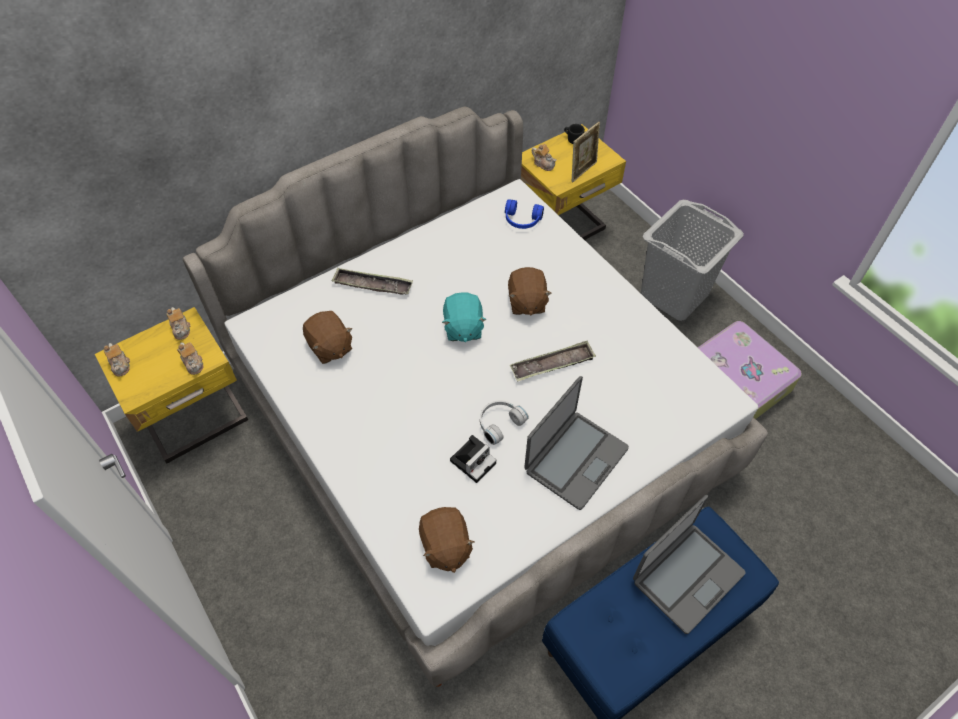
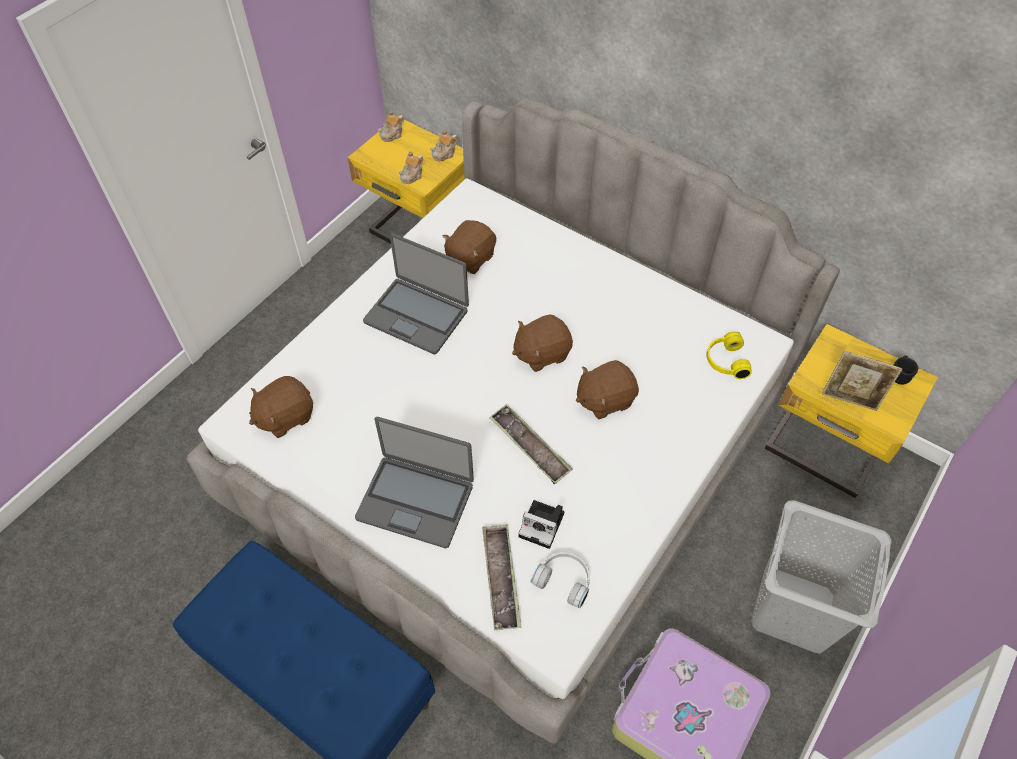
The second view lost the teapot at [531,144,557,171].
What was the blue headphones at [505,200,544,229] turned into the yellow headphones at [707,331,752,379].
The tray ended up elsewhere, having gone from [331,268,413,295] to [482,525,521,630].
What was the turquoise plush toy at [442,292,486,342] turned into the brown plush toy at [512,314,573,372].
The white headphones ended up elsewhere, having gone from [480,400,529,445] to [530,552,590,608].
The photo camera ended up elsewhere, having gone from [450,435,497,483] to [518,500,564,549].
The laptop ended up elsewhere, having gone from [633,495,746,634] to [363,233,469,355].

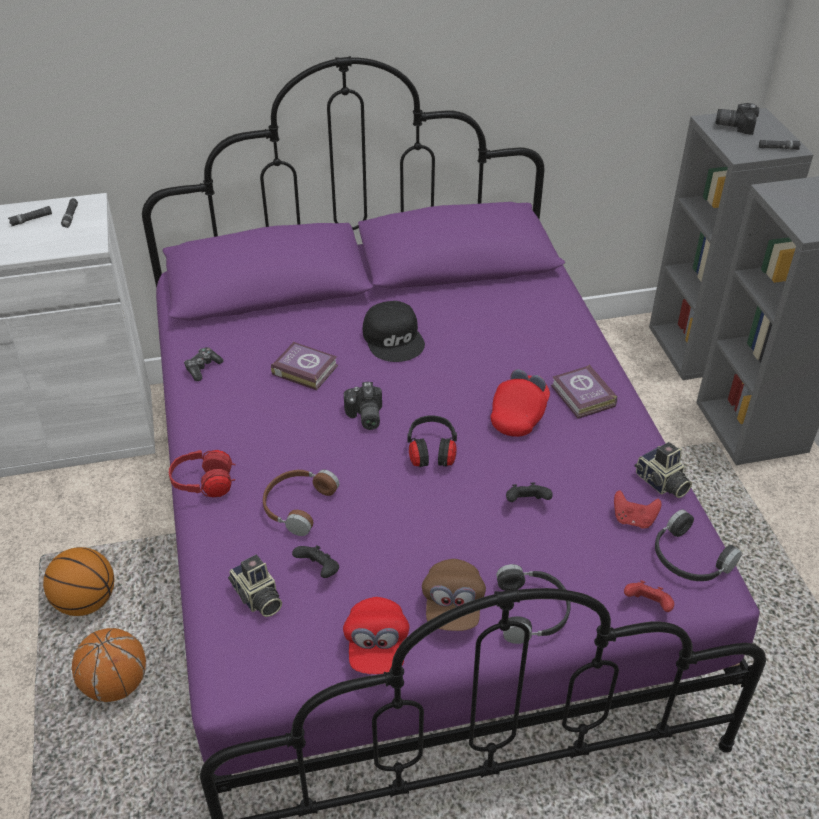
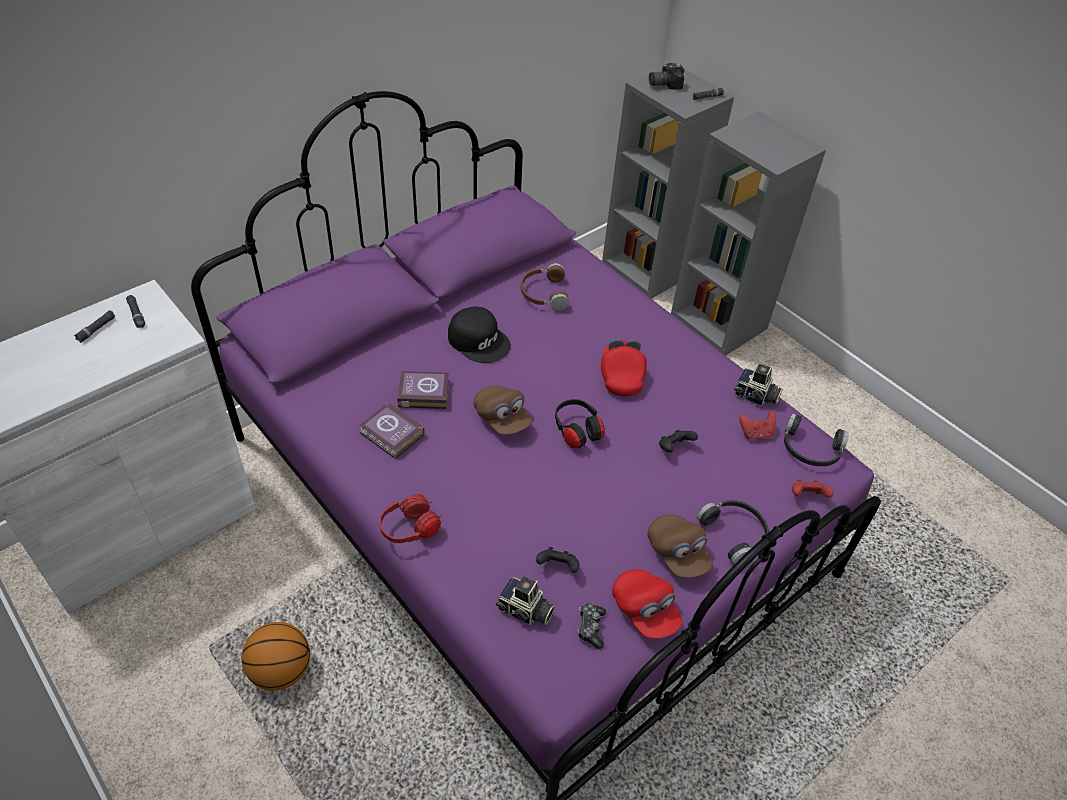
The game controller ended up elsewhere, having gone from [184,347,223,381] to [577,603,606,649].
The book ended up elsewhere, having gone from [551,365,617,419] to [359,402,425,459].
Where the photo camera stood at [344,382,382,430], the brown cap came to stand at [474,386,532,435].
The brown headphones ended up elsewhere, having gone from [263,470,340,536] to [521,263,569,310].
The second view lost the basketball at [72,628,146,702].

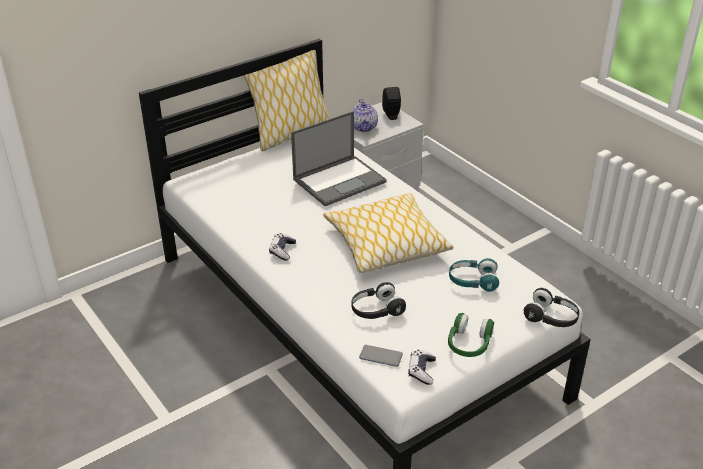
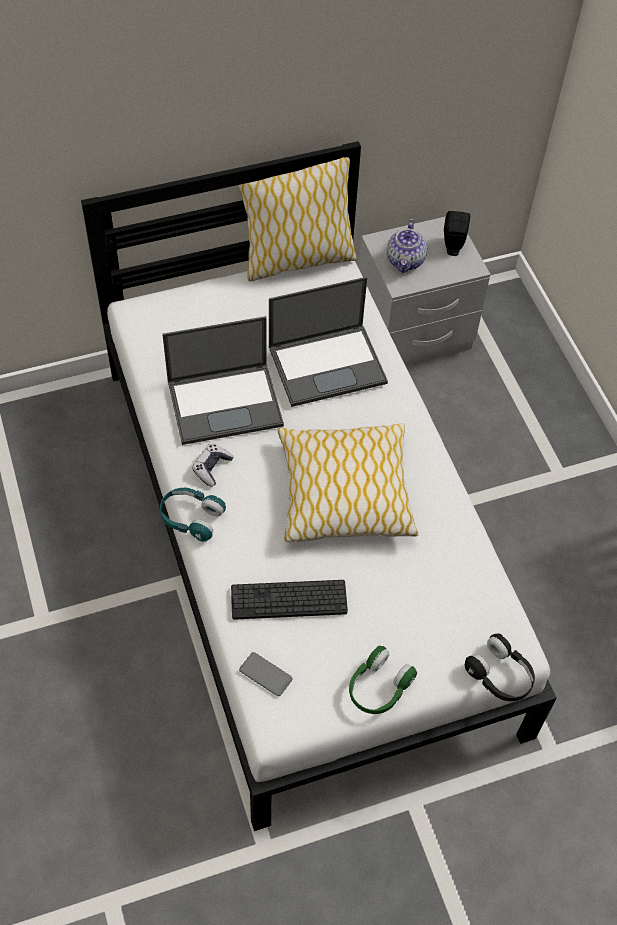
The turquoise headphones ended up elsewhere, having gone from [449,258,499,292] to [160,488,226,542].
Where the black headphones stood at [351,282,406,319], the keyboard came to stand at [231,580,348,620].
The second view lost the game controller at [408,350,436,385].
The second view gained the laptop at [162,316,284,445].

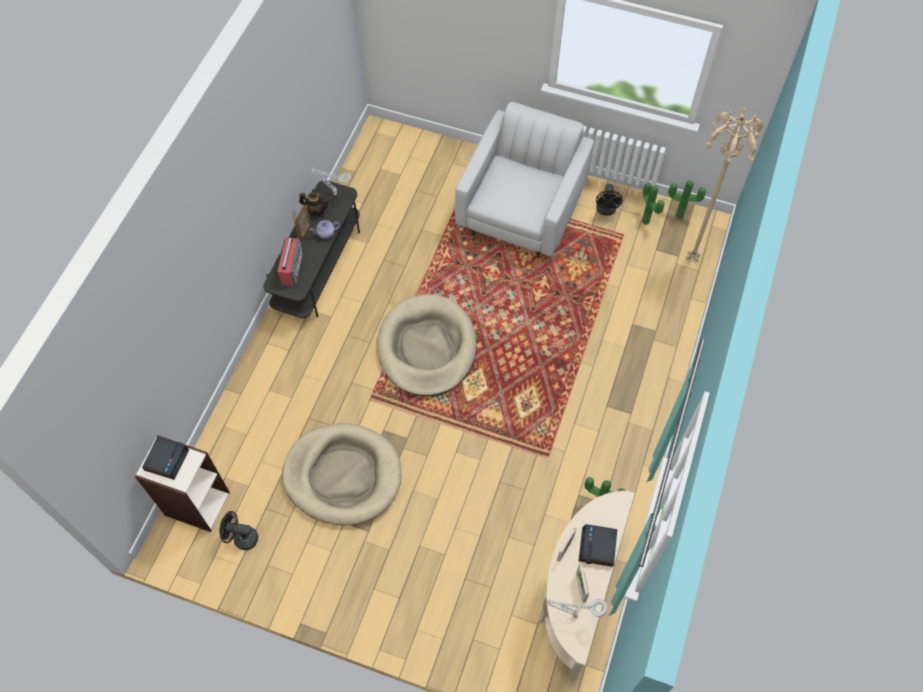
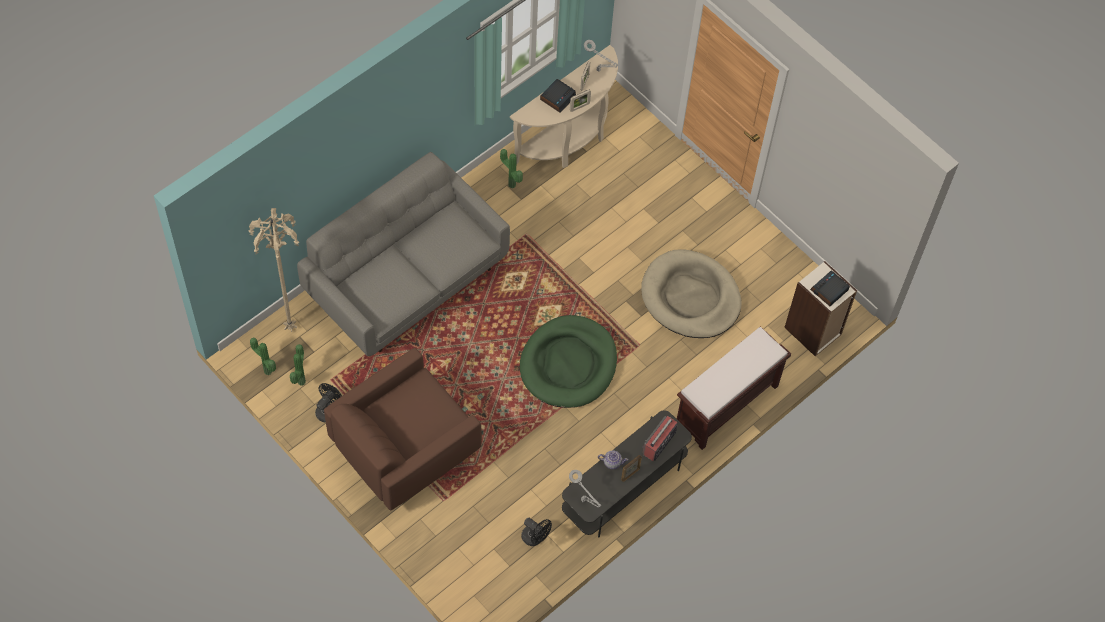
What was the white armchair at [455,102,594,257] turned into the brown armchair at [324,348,482,510].
The second view lost the teapot at [299,192,329,216].
What was the beige dog bed at [377,294,476,396] turned into the green dog bed at [520,315,617,408].
The black fan ended up elsewhere, having gone from [219,511,258,550] to [521,518,552,546].
The second view gained the grey sofa at [297,152,510,356].
The second view gained the brown bench at [676,326,791,450].

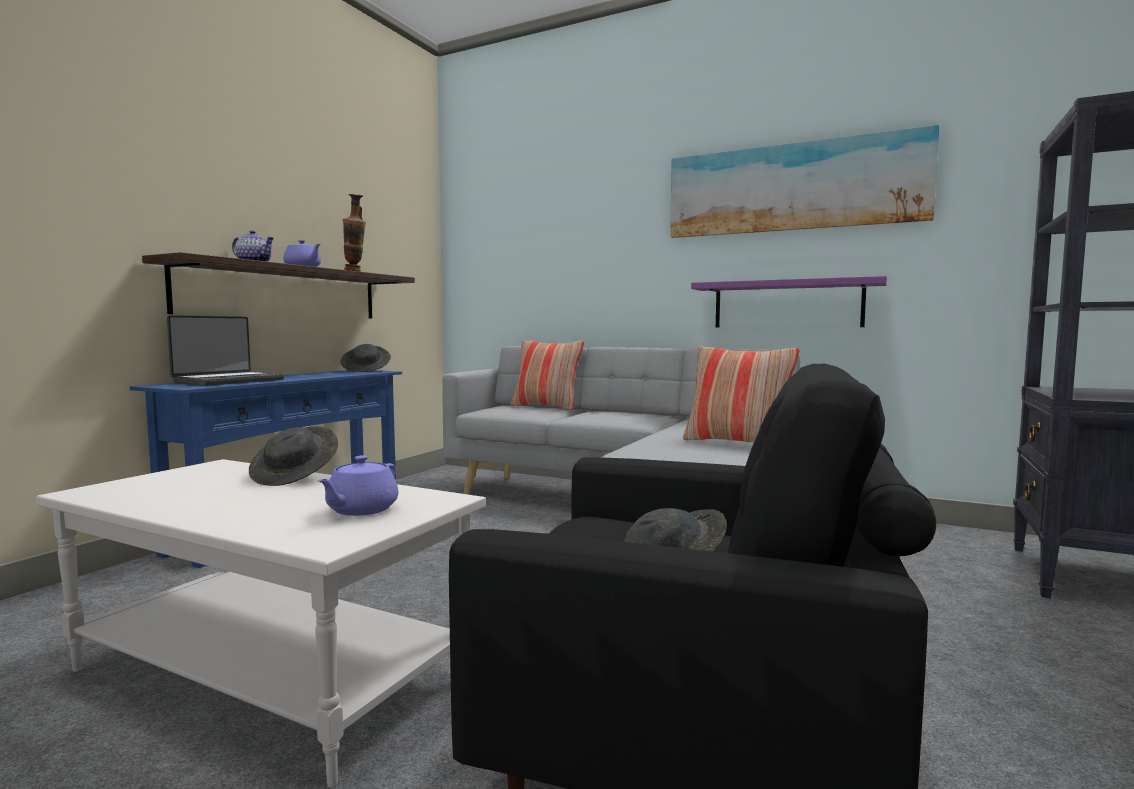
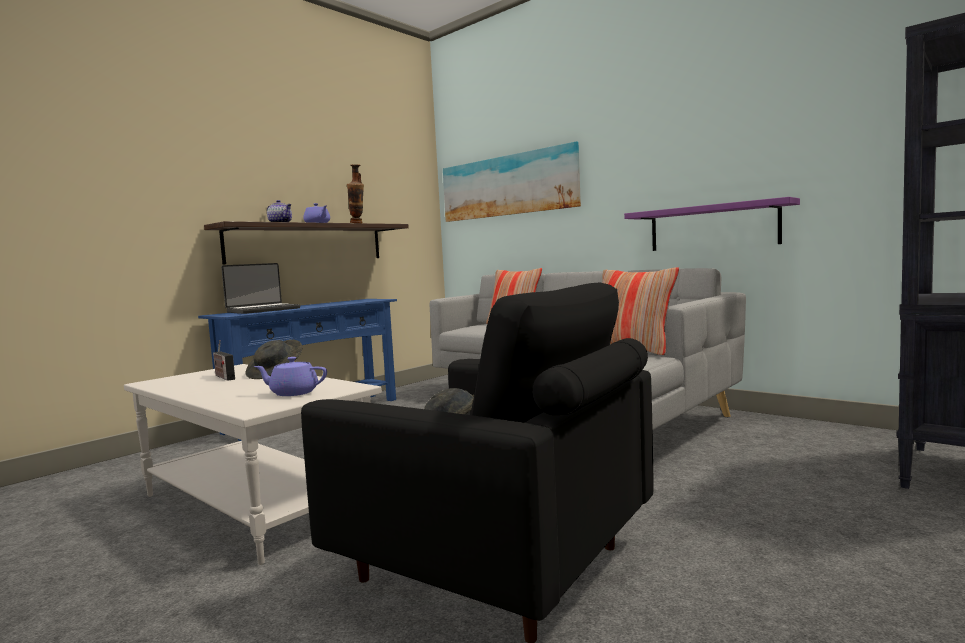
The picture ended up elsewhere, having gone from [670,125,939,238] to [443,141,581,222].
The second view lost the grey hat at [340,344,391,372].
The purple teapot at [318,455,399,516] ended up facing another way, 60 degrees clockwise from before.
The second view gained the radio at [213,340,235,381].

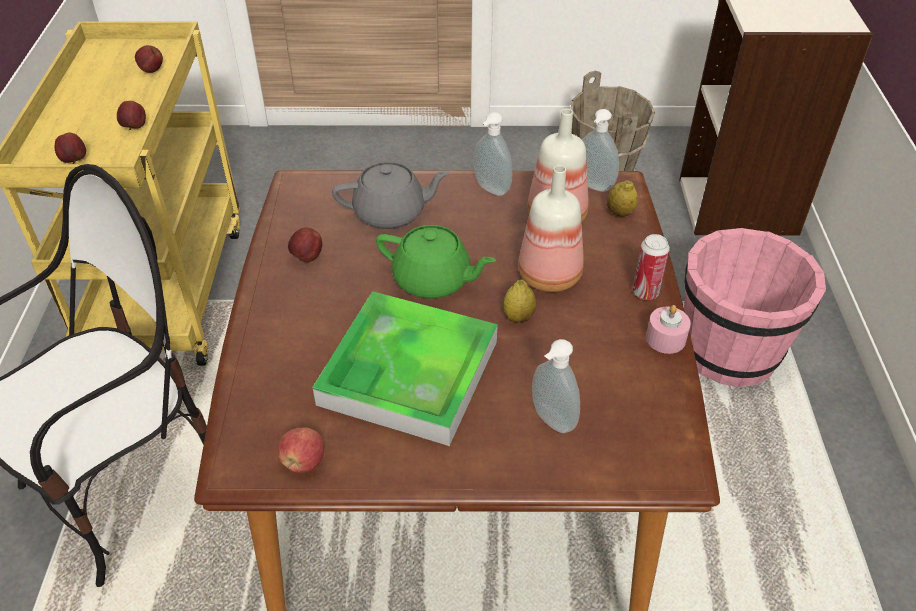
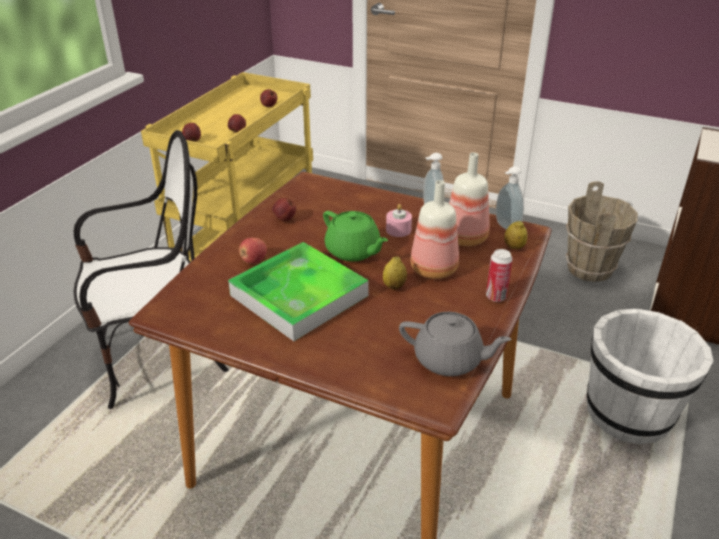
The grey teapot ended up elsewhere, having gone from [332,162,450,229] to [399,312,512,376].
What was the pink bucket at [684,228,826,387] turned into the white bucket at [587,309,713,444].
The pink candle ended up elsewhere, having gone from [646,305,691,354] to [386,204,412,237].
The second view lost the soap dispenser at [532,339,580,433].
The apple ended up elsewhere, having gone from [278,427,324,473] to [239,238,267,264].

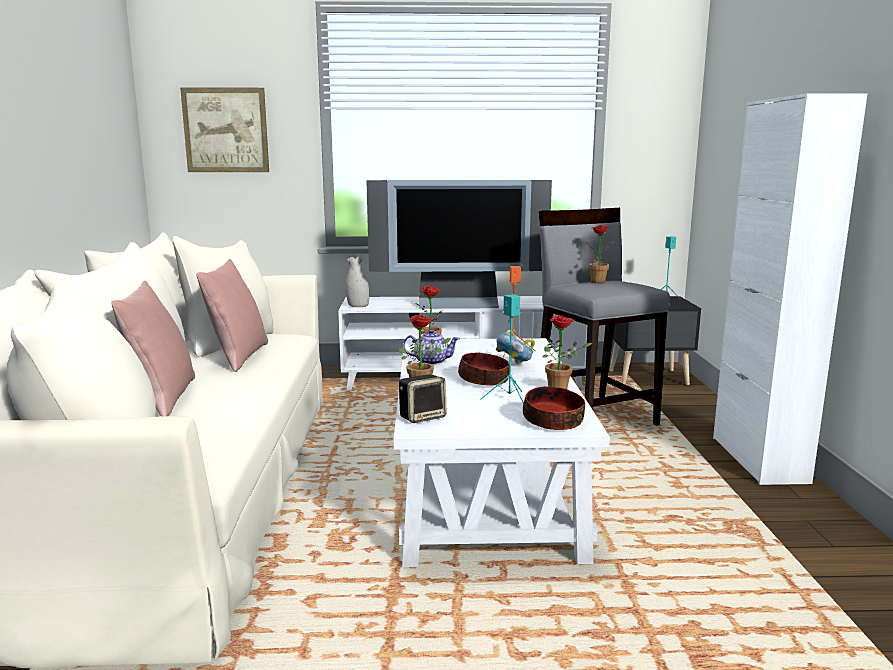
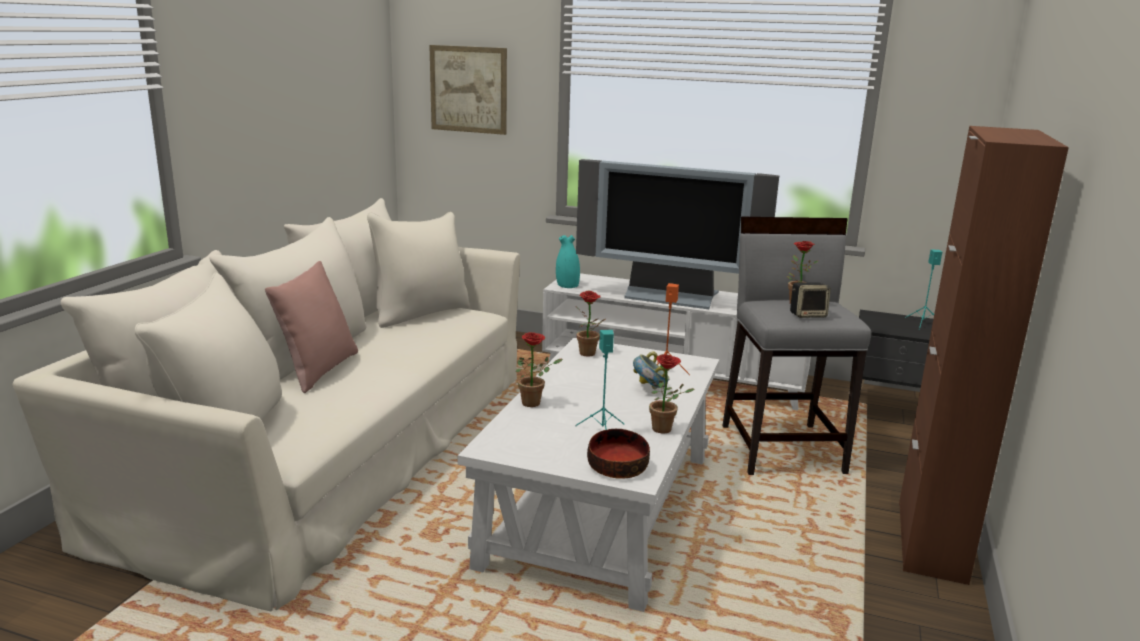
What was the white cabinet at [713,93,867,485] turned into the brown cabinet at [899,126,1069,585].
What was the white vase at [346,256,369,307] turned into the turquoise vase at [556,235,580,288].
The second view lost the pink pillow at [196,259,268,372].
The second view lost the teapot at [403,329,460,365].
The second view lost the bowl at [458,352,509,386].
The speaker ended up elsewhere, having gone from [399,374,446,423] to [790,282,831,318].

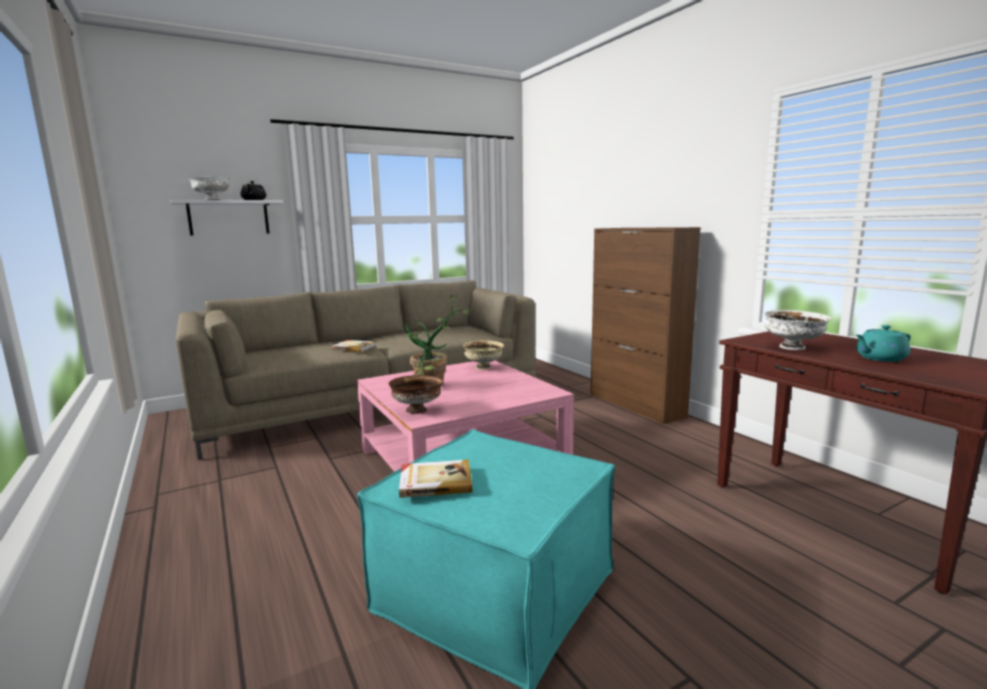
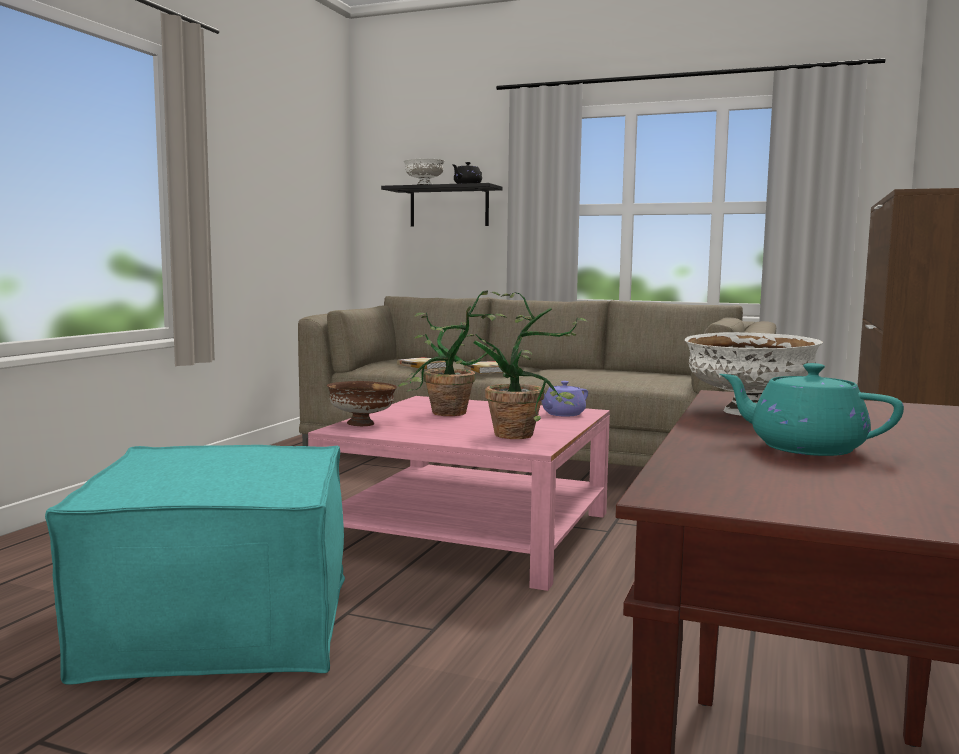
What was the white shelf at [170,200,283,235] turned into the black shelf at [381,183,503,227].
Where the beige bowl stood at [463,340,504,370], the purple teapot came to stand at [542,381,588,417].
The book ended up elsewhere, having gone from [399,460,472,498] to [397,357,446,369].
The second view gained the potted plant at [456,292,588,439].

